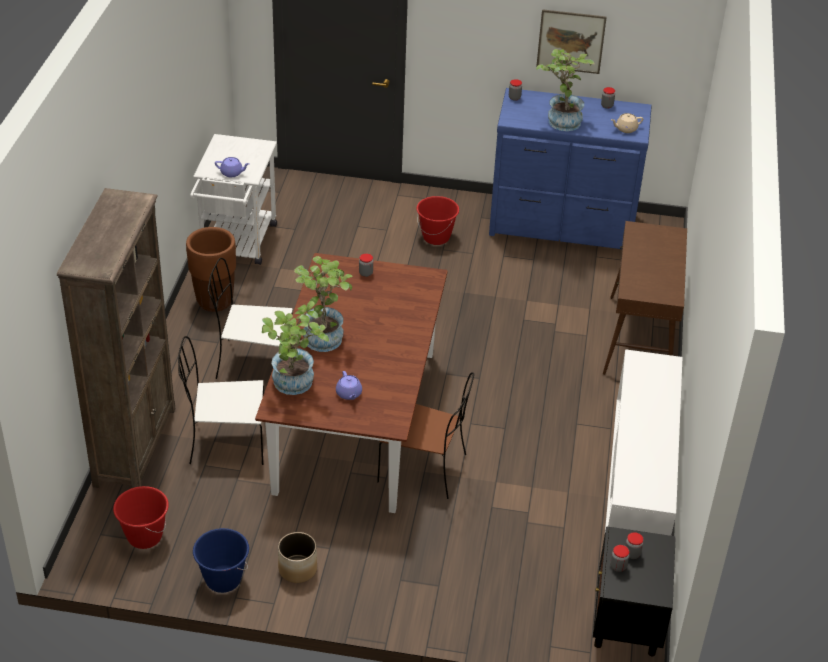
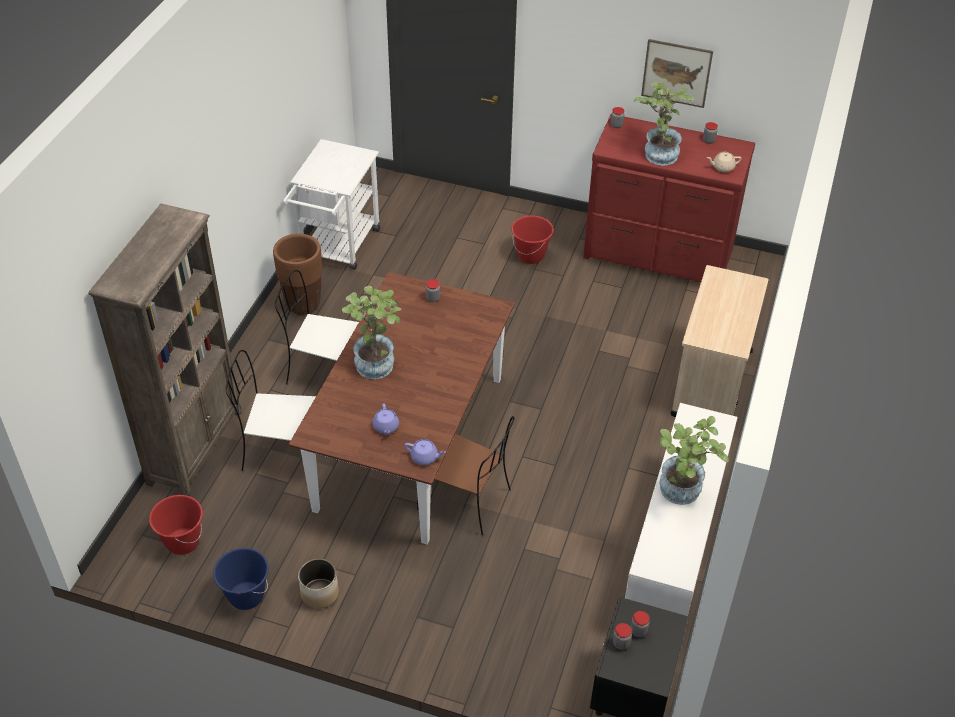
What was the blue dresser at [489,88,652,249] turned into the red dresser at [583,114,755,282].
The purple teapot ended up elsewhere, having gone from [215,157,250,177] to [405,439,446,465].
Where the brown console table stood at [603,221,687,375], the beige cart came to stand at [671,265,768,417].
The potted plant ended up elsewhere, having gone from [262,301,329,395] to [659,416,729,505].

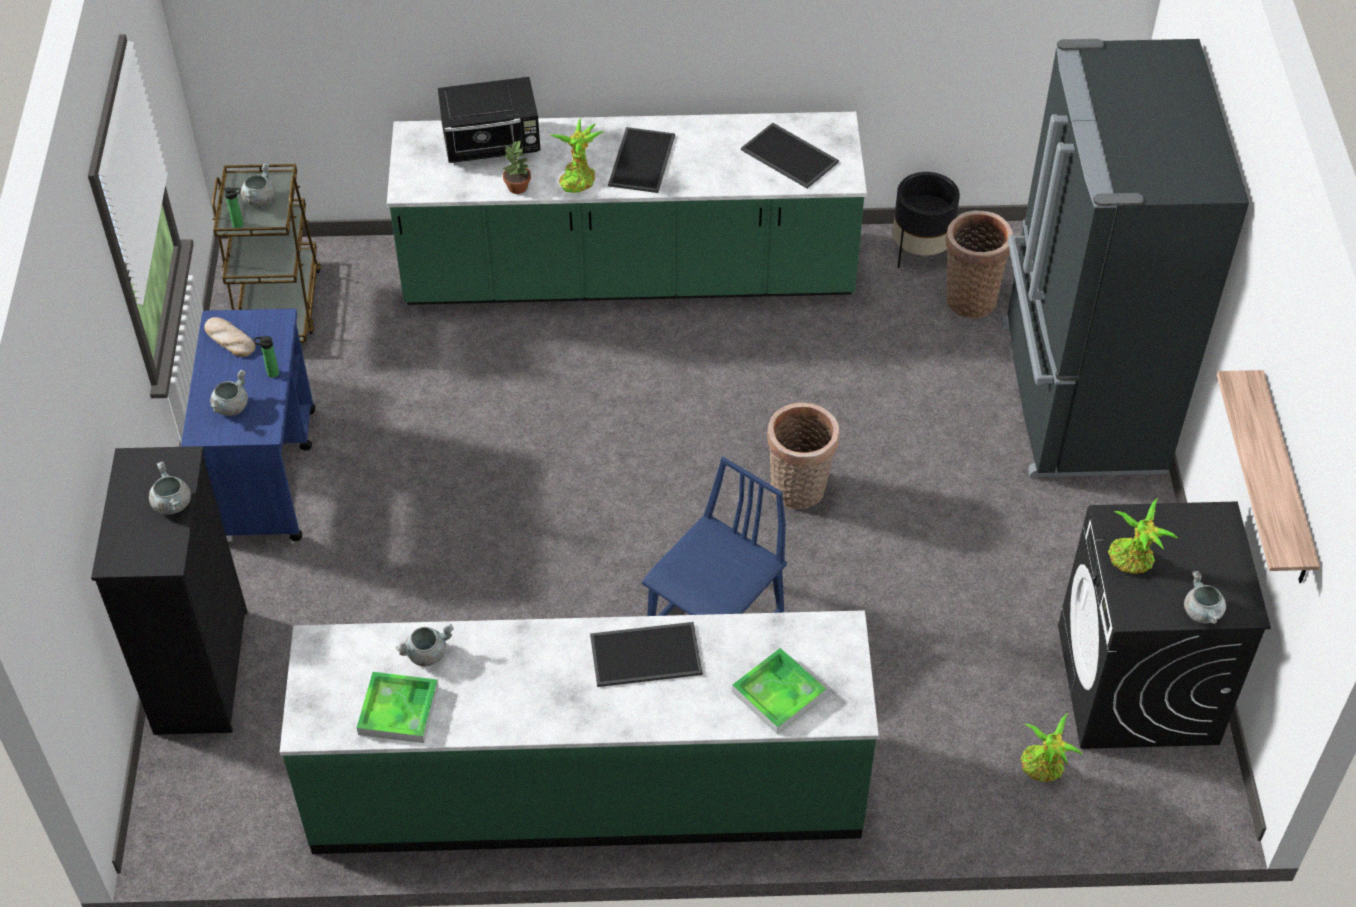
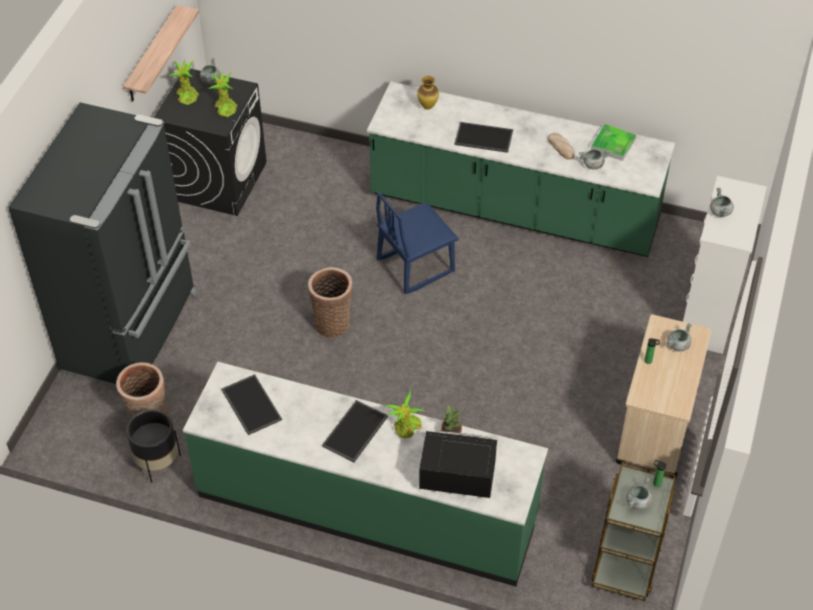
What was the blue cart at [181,308,315,541] turned into the beige cart at [616,314,712,478].
The bread ended up elsewhere, having gone from [204,317,256,357] to [547,133,575,160].
What was the black dresser at [91,446,247,735] turned into the white dresser at [683,176,767,354].
Where the tray stood at [732,648,826,734], the vase came to stand at [417,76,439,109].
The potted plant ended up elsewhere, having gone from [1020,713,1083,782] to [169,59,199,105].

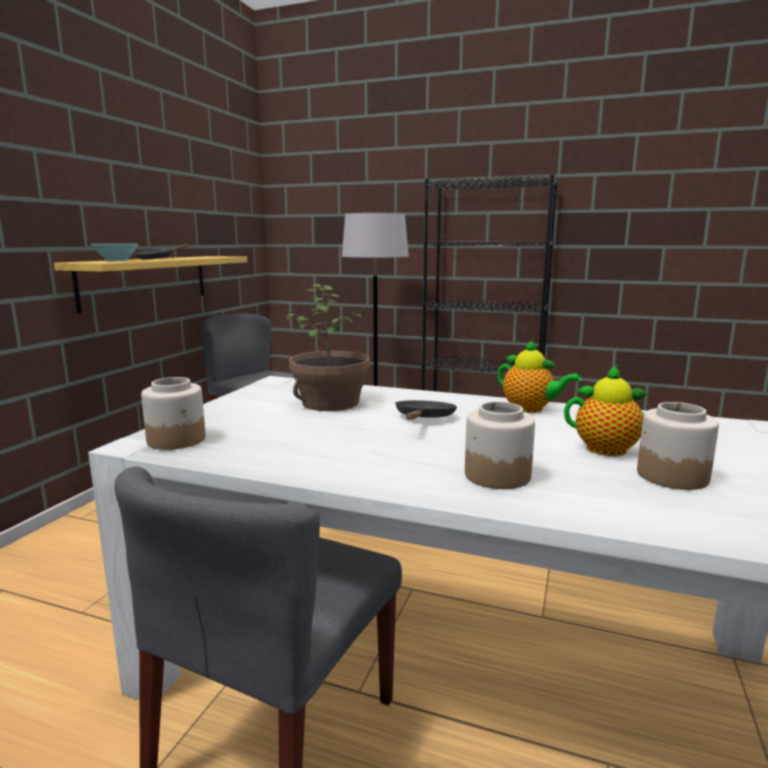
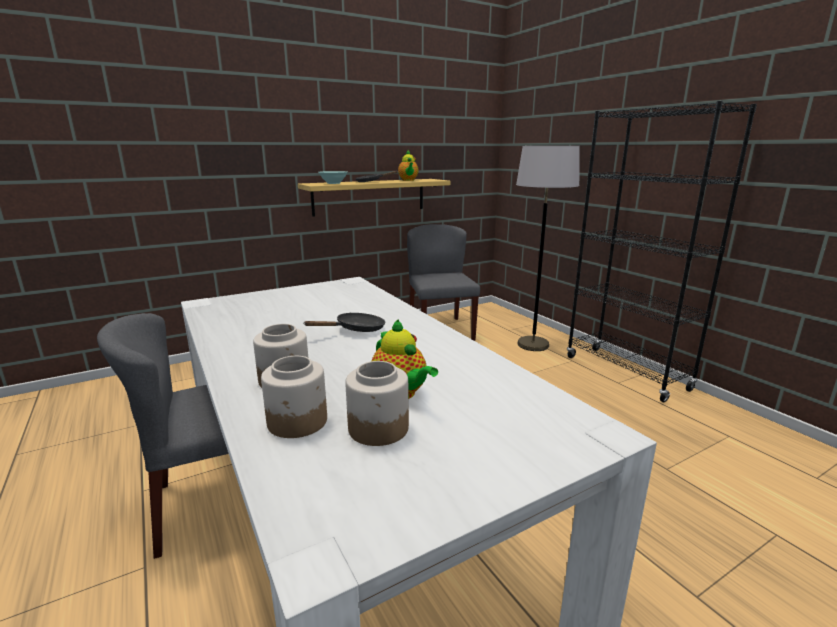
The second view lost the potted plant at [287,283,370,411].
The teapot ended up elsewhere, having gone from [497,340,582,413] to [398,150,419,181].
The jar ended up elsewhere, having gone from [141,377,206,450] to [261,356,327,438].

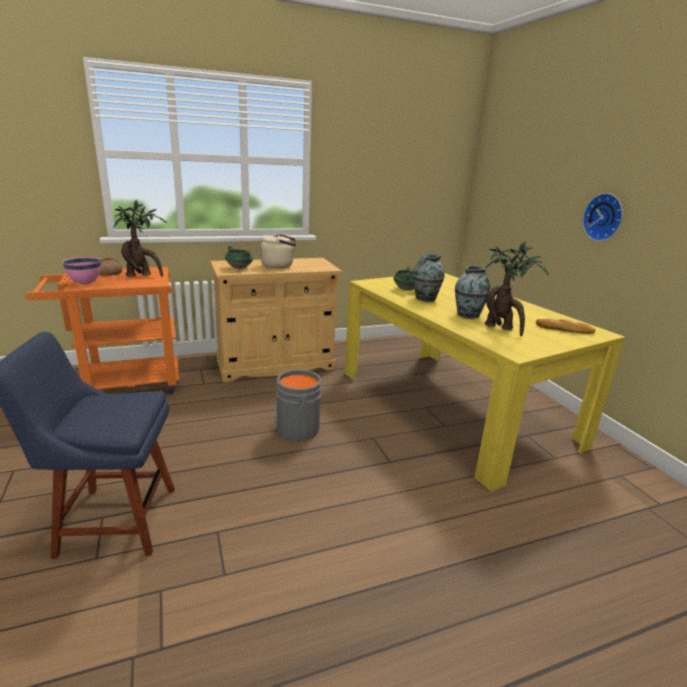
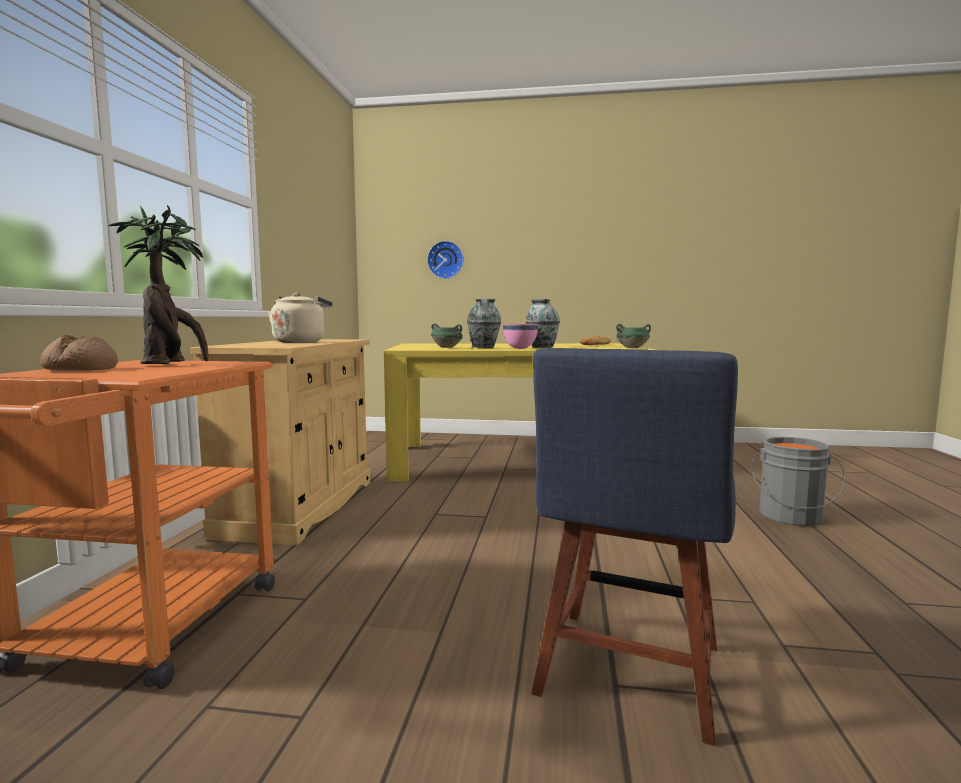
The wall clock ended up elsewhere, having gone from [583,193,623,241] to [427,241,464,279].
The second view lost the potted plant at [485,241,549,336].
The green cooking pot ended up elsewhere, having gone from [225,246,253,269] to [616,324,651,348].
The pink bowl ended up elsewhere, having gone from [62,257,101,284] to [503,324,538,349].
The grey bucket ended up elsewhere, having gone from [274,369,322,441] to [752,437,845,526].

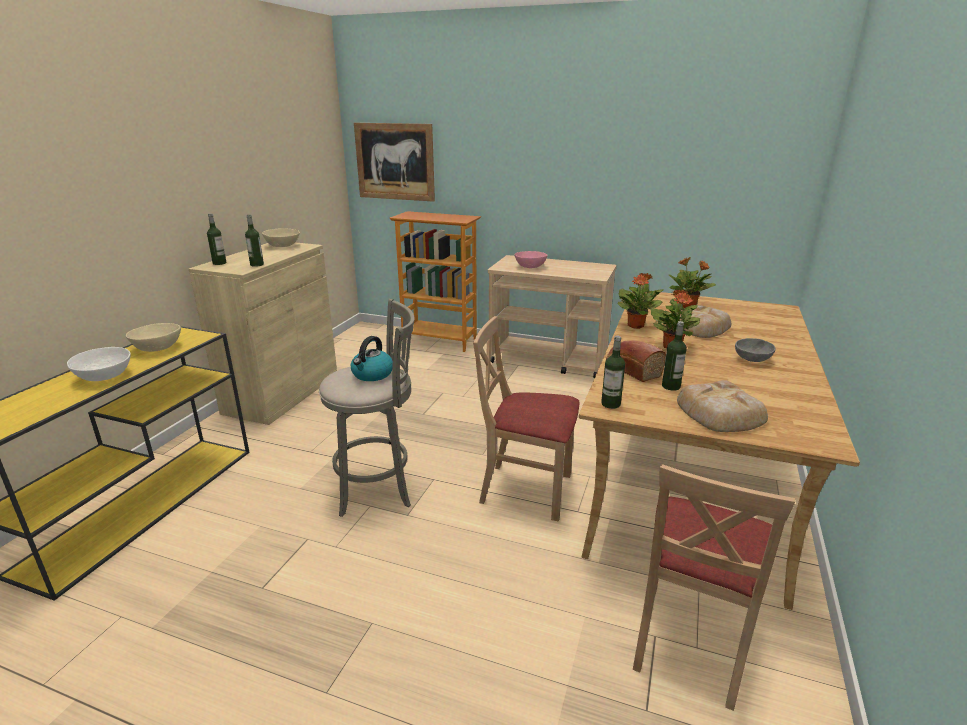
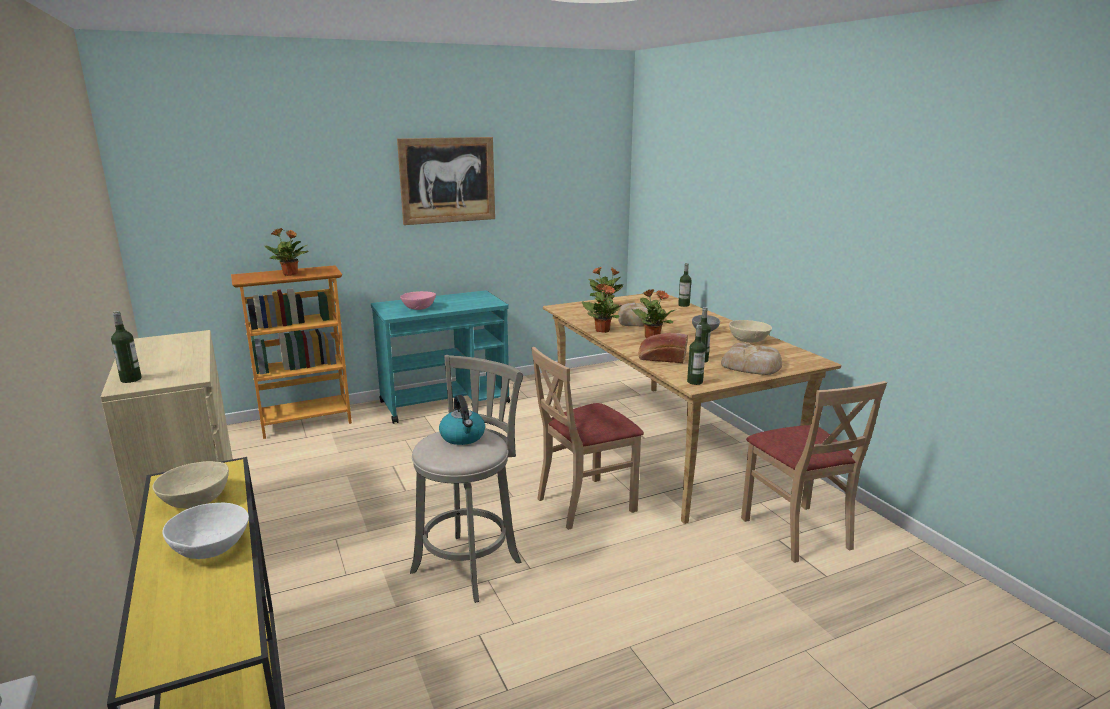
The picture ended up elsewhere, having gone from [354,123,435,202] to [397,137,495,225].
The bottle ended up elsewhere, having gone from [245,215,264,267] to [678,263,691,307].
The beige bowl ended up elsewhere, having gone from [262,228,300,247] to [729,320,772,343].
What was the beige cart at [488,255,617,378] turned into the turquoise cart at [371,291,510,424].
The second view gained the potted plant at [265,228,309,276].

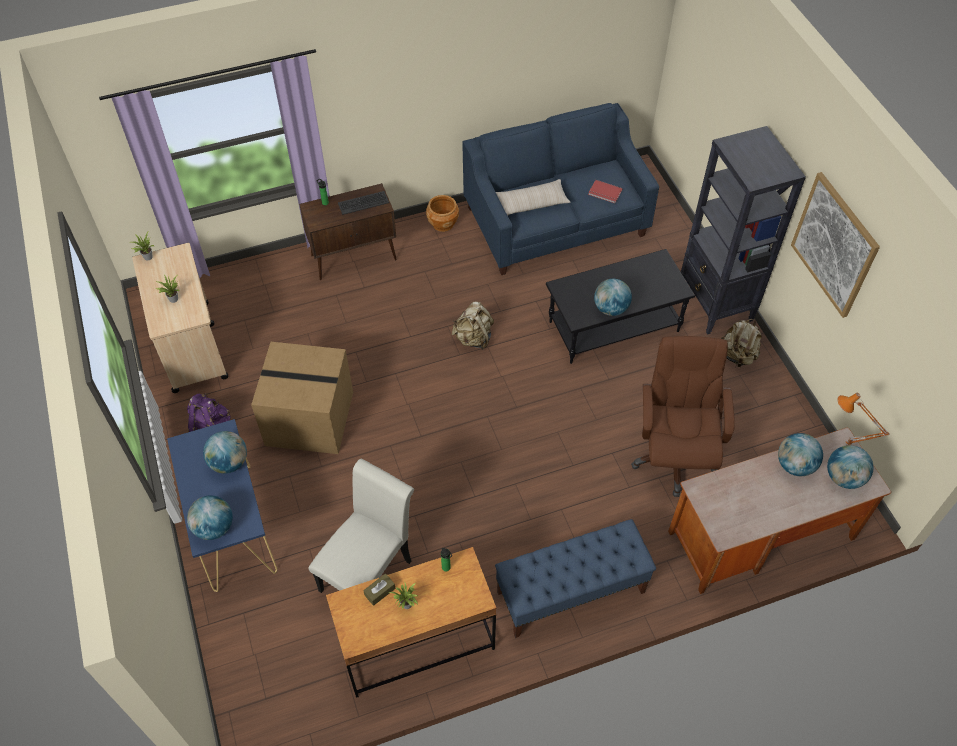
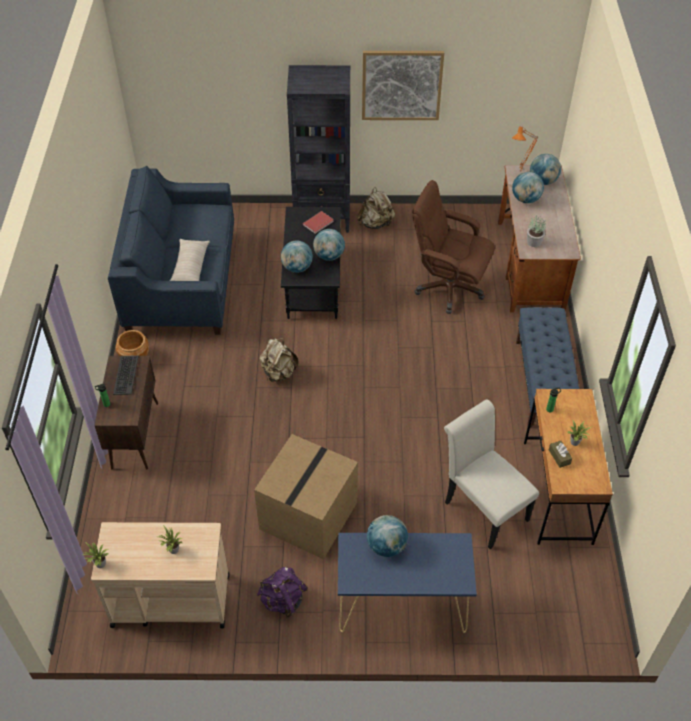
The red book ended up elsewhere, having gone from [588,180,623,203] to [303,211,334,234].
The globe ended up elsewhere, having gone from [187,495,233,540] to [281,241,313,273].
The second view gained the potted plant at [527,215,546,247].

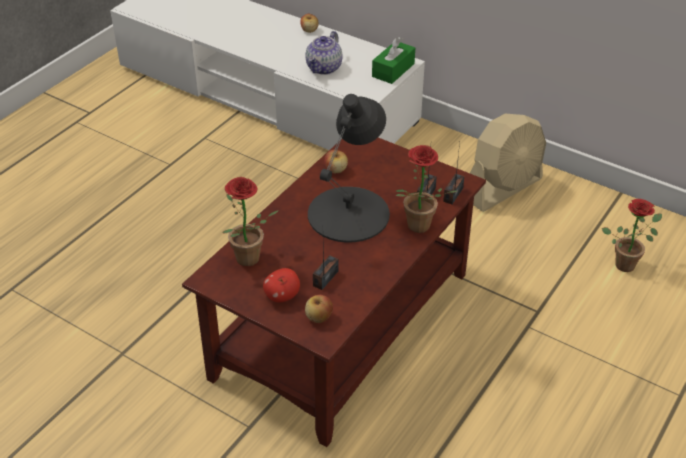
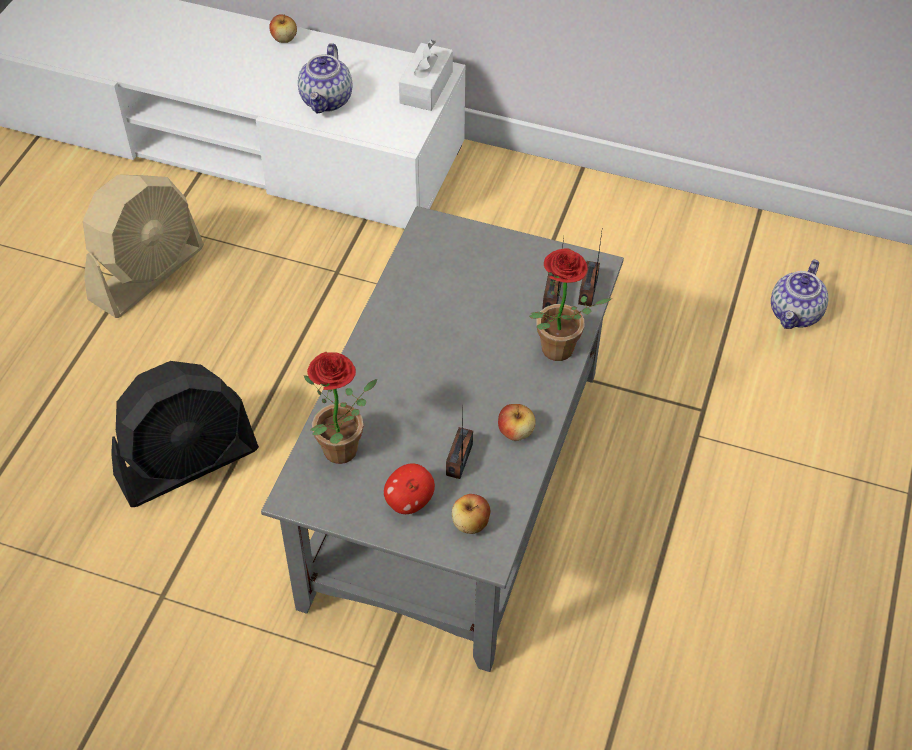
What was the green tissue box at [372,37,415,84] turned into the white tissue box at [399,40,453,111].
The second view lost the black table lamp at [308,94,390,243].
The beige fan ended up elsewhere, having gone from [470,114,546,212] to [83,175,204,318].
What was the brown coffee table at [182,138,486,447] turned into the grey coffee table at [261,206,624,672].
The apple ended up elsewhere, having gone from [324,149,348,173] to [498,404,536,441].
Where the potted plant stood at [602,199,662,272], the teapot came to stand at [771,260,828,329].
The second view gained the black fan at [111,361,259,507].

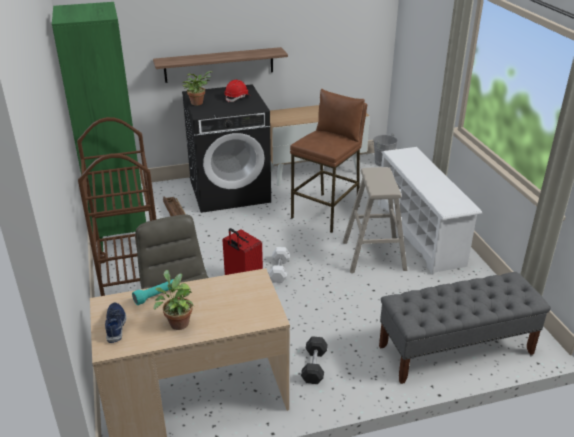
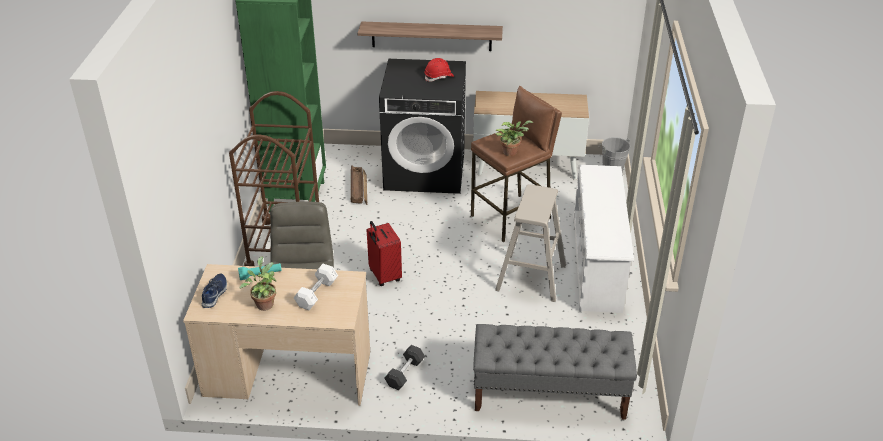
The potted plant ended up elsewhere, having gone from [182,71,212,106] to [496,121,533,156].
The white dumbbell ended up elsewhere, having gone from [269,247,290,283] to [294,264,338,310].

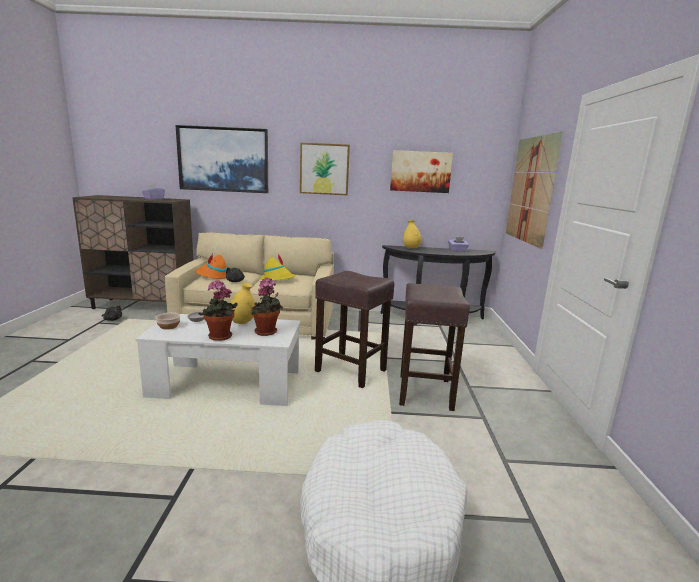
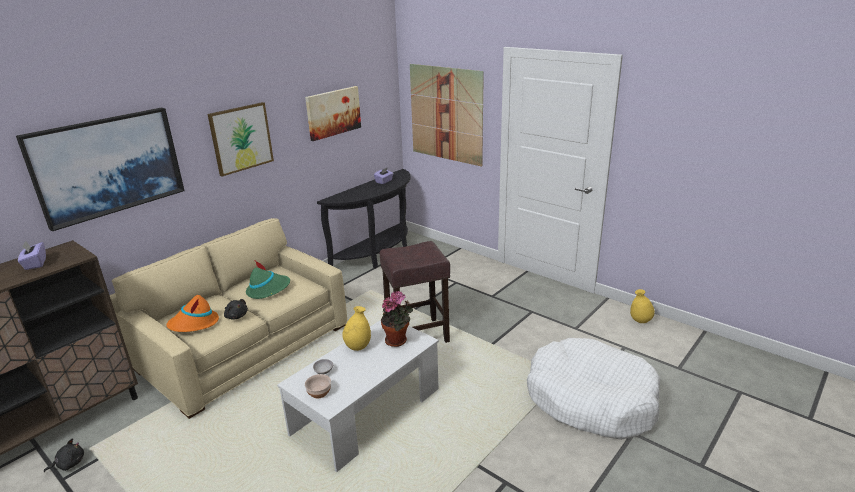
The yellow vase ended up elsewhere, having gone from [403,220,421,249] to [630,289,655,323].
What was the yellow hat at [260,254,295,280] turned into the green hat at [246,261,290,299].
The second view lost the potted plant at [199,280,238,341].
The second view lost the brown stool at [399,283,470,411].

